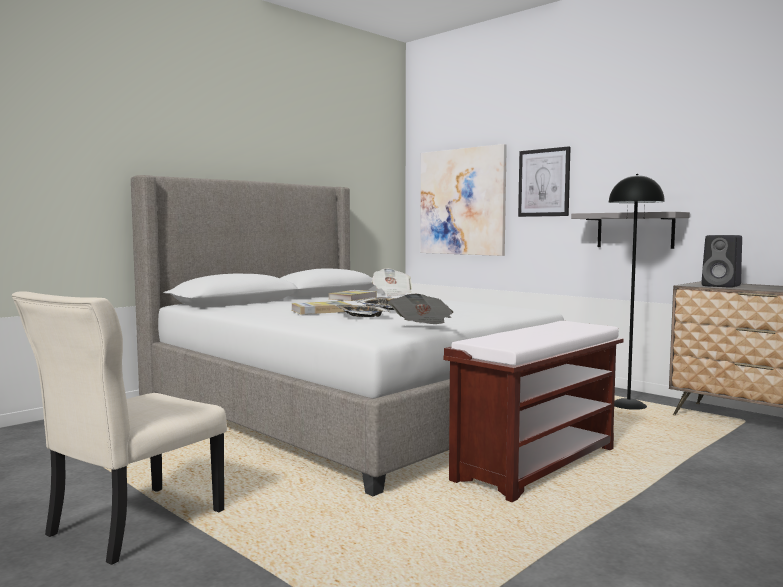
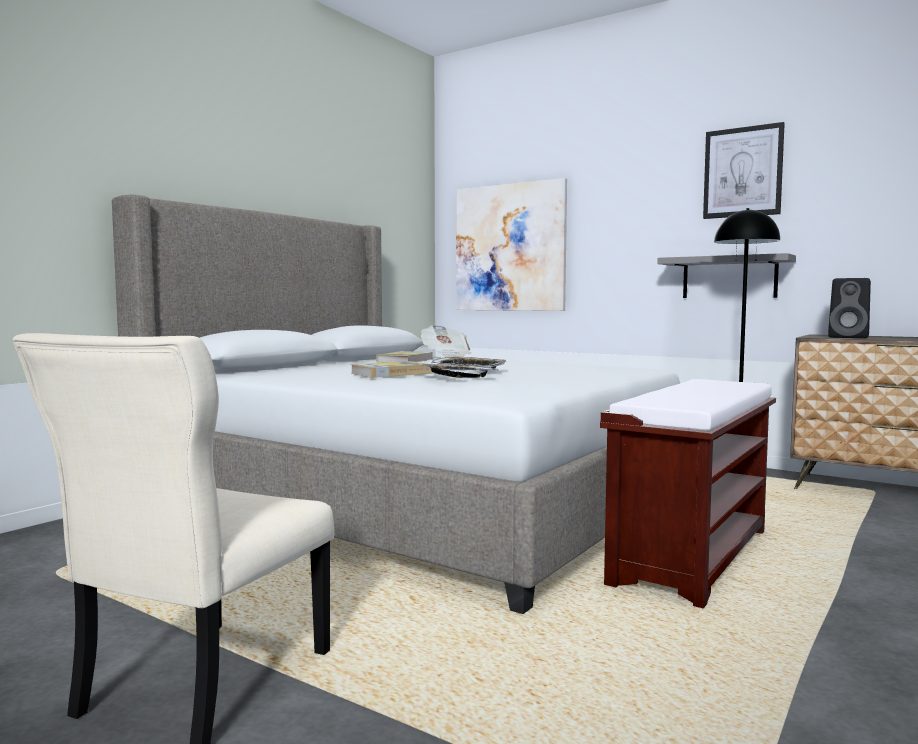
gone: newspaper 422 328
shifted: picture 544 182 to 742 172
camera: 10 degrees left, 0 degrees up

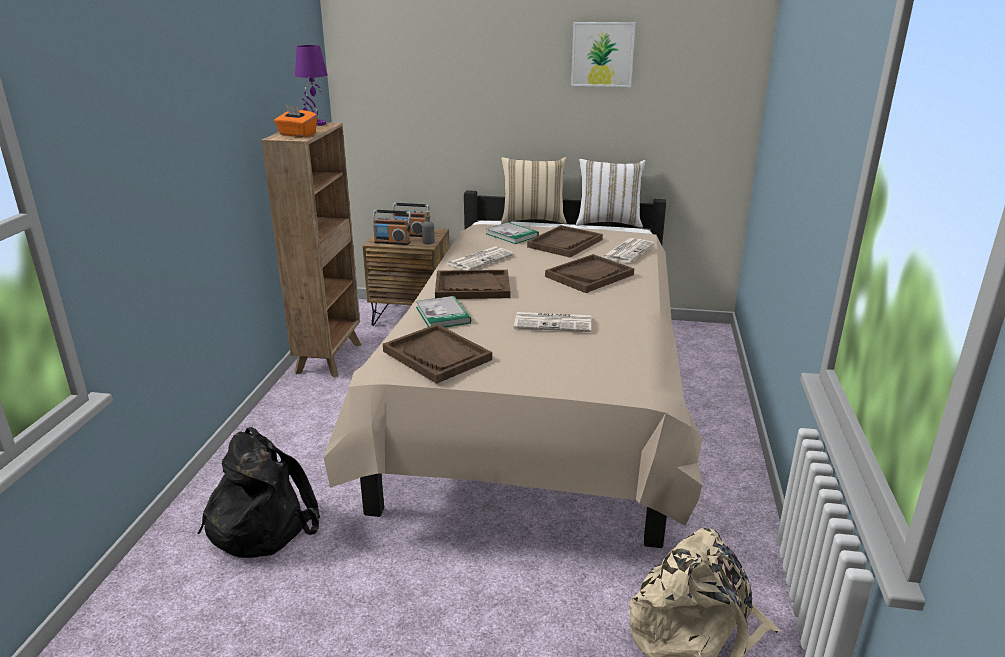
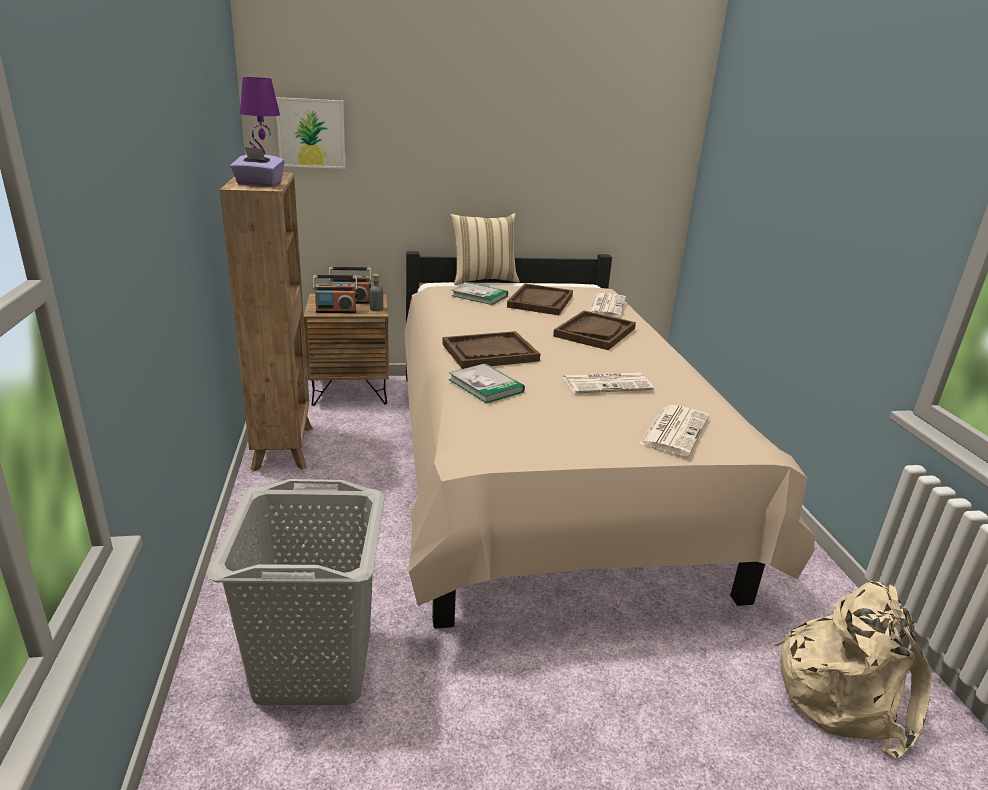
gone: tray (brown) 437 355; pillow (white) 608 223
shifted: picture 602 54 to 311 133; newspaper 480 259 to 674 430
swapped: backpack (black) 261 523 to laundry basket (grey) 315 664
repainted: tissue box (orange) 297 135 to tissue box (purple) 259 184
camera: 20 degrees left, 0 degrees up

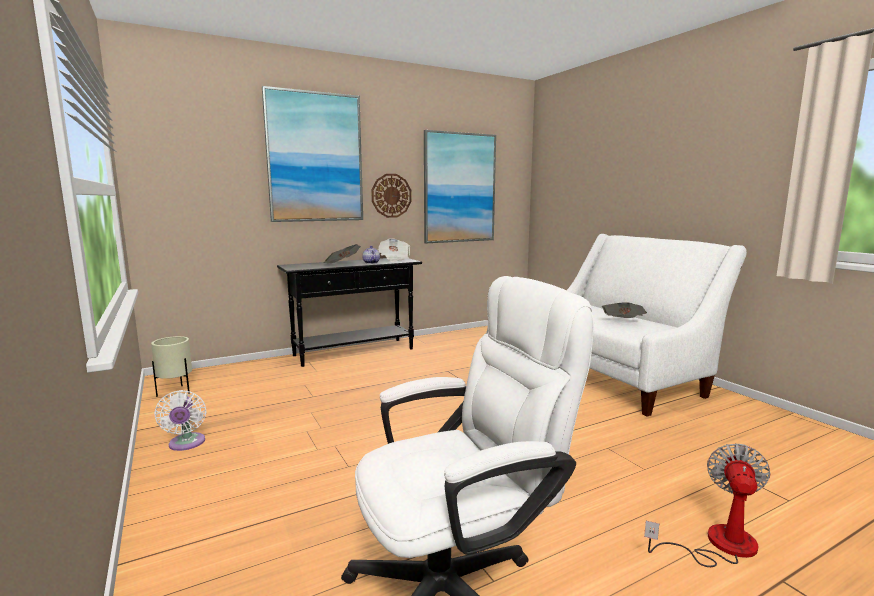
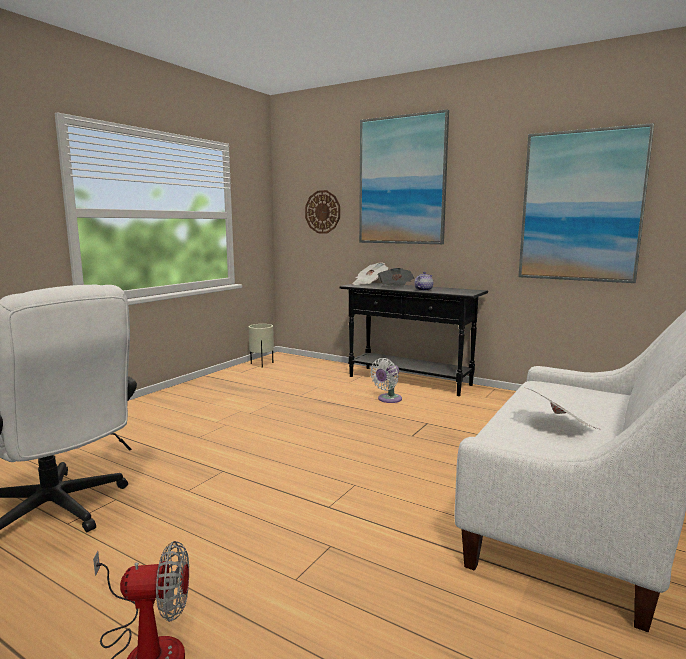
shifted: wall clock 391 195 to 322 212; newspaper 394 259 to 369 283; fan (white) 186 444 to 388 399
camera: 60 degrees right, 0 degrees up

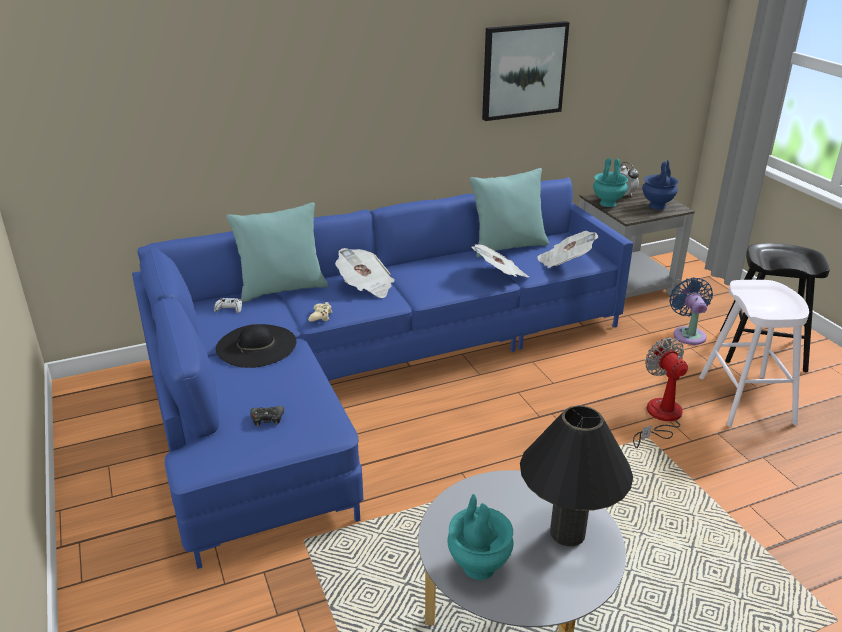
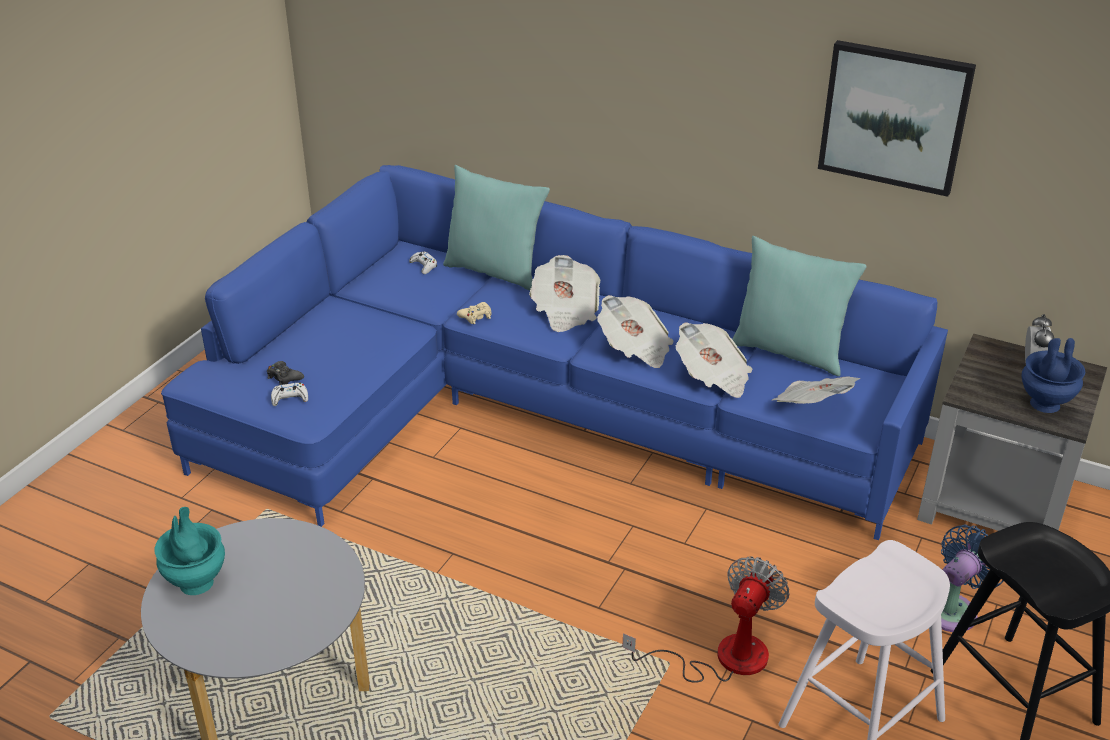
gone: hat (black) 256 345; table lamp (black) 567 533; vase (turquoise) 607 203
new: game controller (white) 289 398; newspaper 635 348
camera: 50 degrees right, 5 degrees up

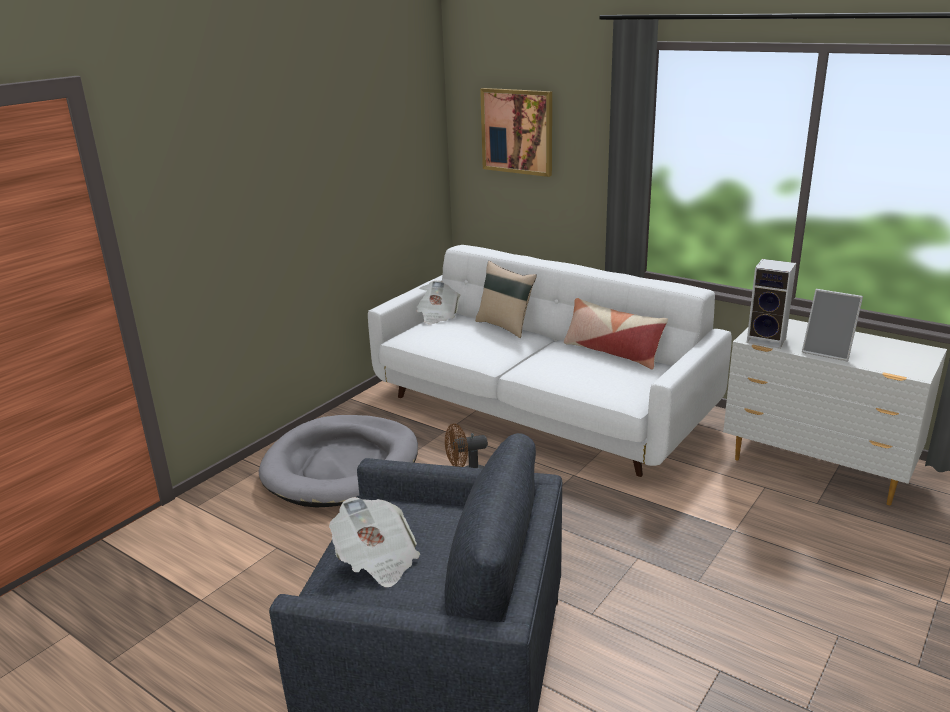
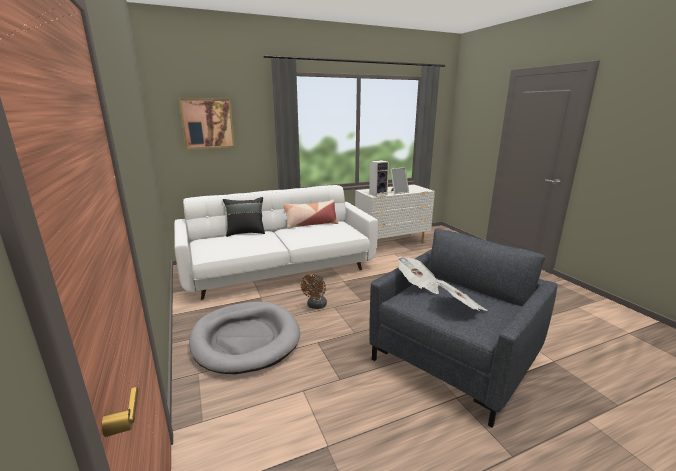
shifted: newspaper 437 315 to 418 285
repainted: pillow (beige) 505 326 to pillow (black) 246 233
camera: 60 degrees left, 5 degrees down

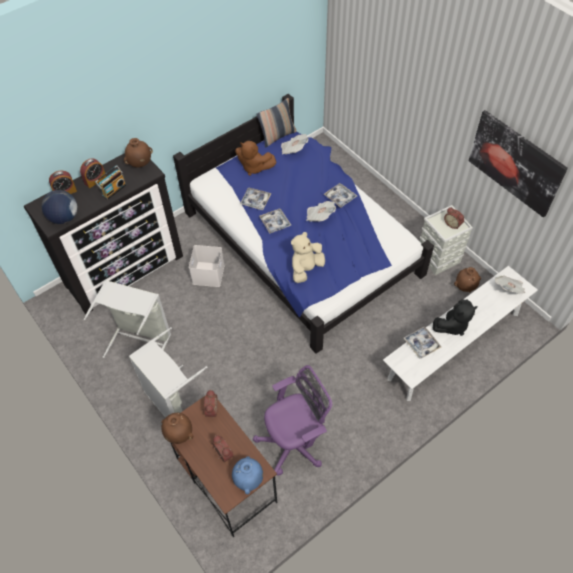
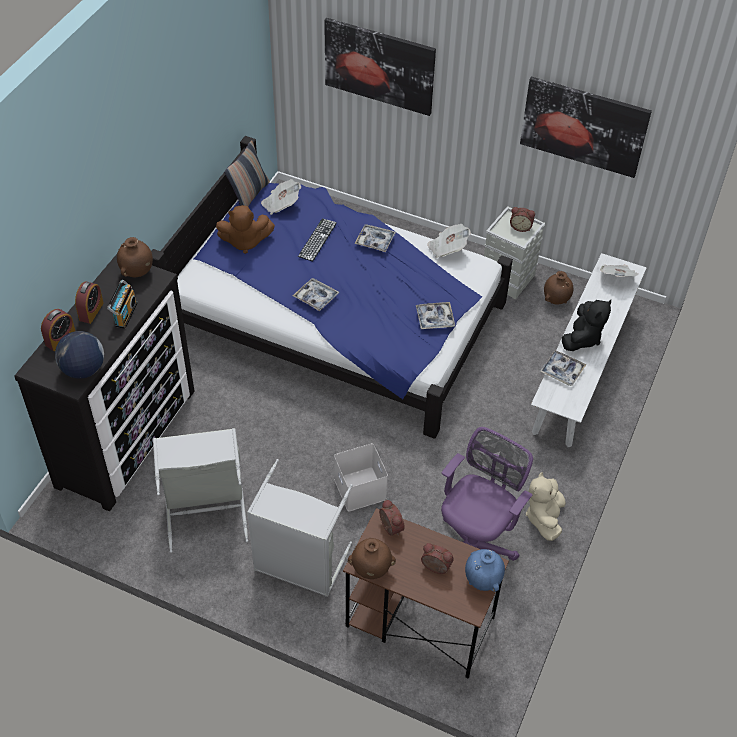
new: keyboard 317 239; picture 379 66
shifted: storage box (white) 208 273 to 359 488; tray 255 201 to 434 319; newspaper 319 216 to 447 248; plush toy (beige) 306 269 to 544 518
camera: 30 degrees left, 5 degrees down

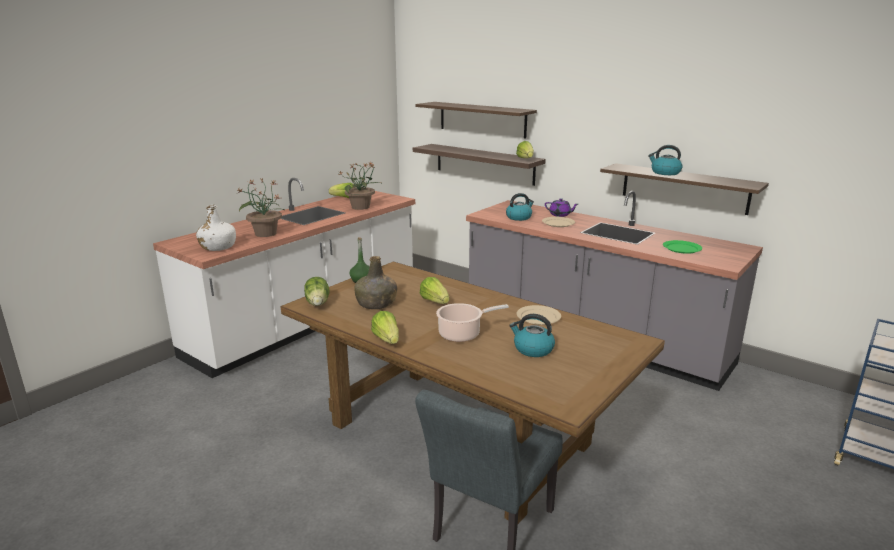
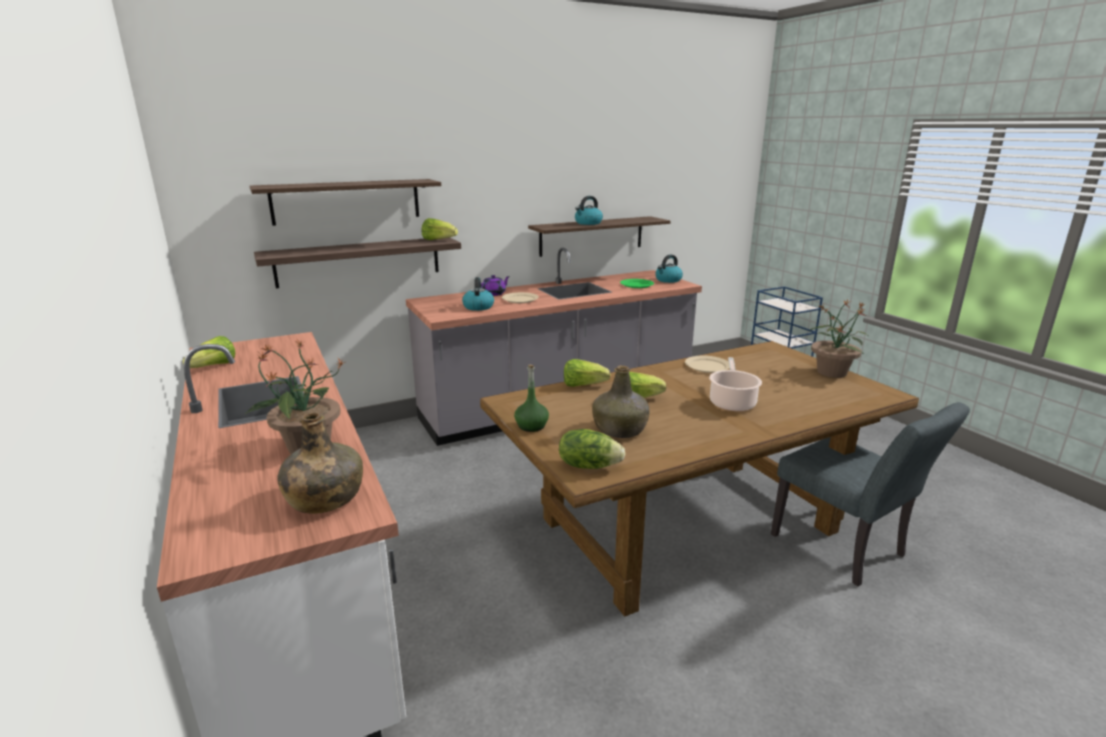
shifted: lettuce 387 339 to 583 385; kettle 532 349 to 668 280; potted plant 361 207 to 831 372
repainted: bottle (white) 218 247 to bottle (green) 324 498
camera: 65 degrees left, 0 degrees up

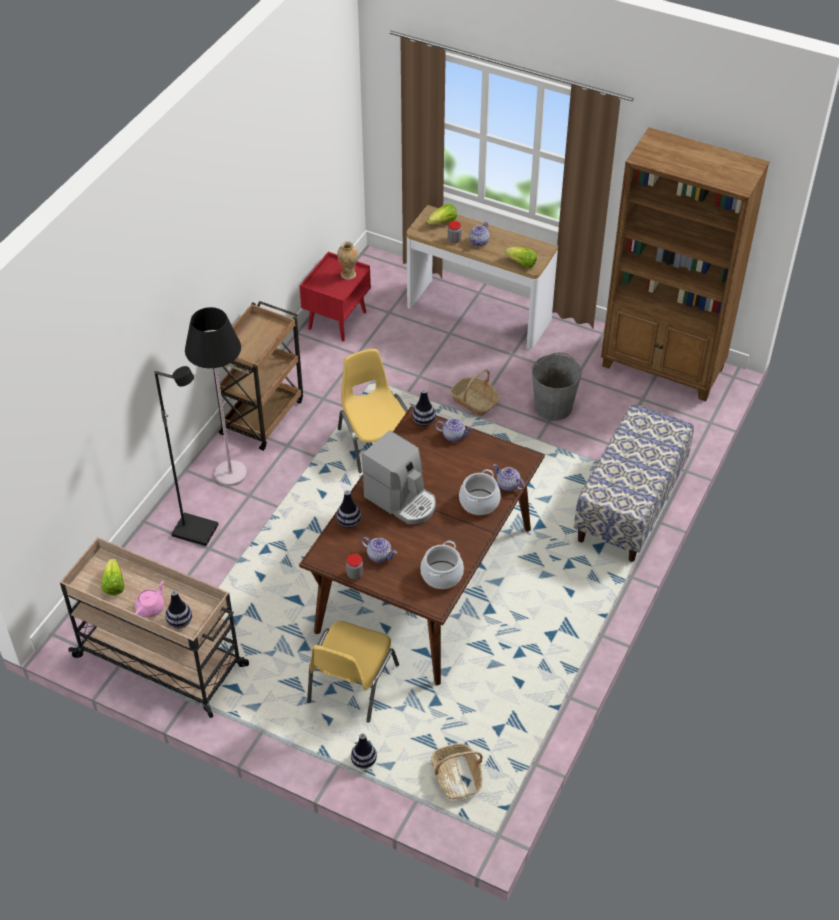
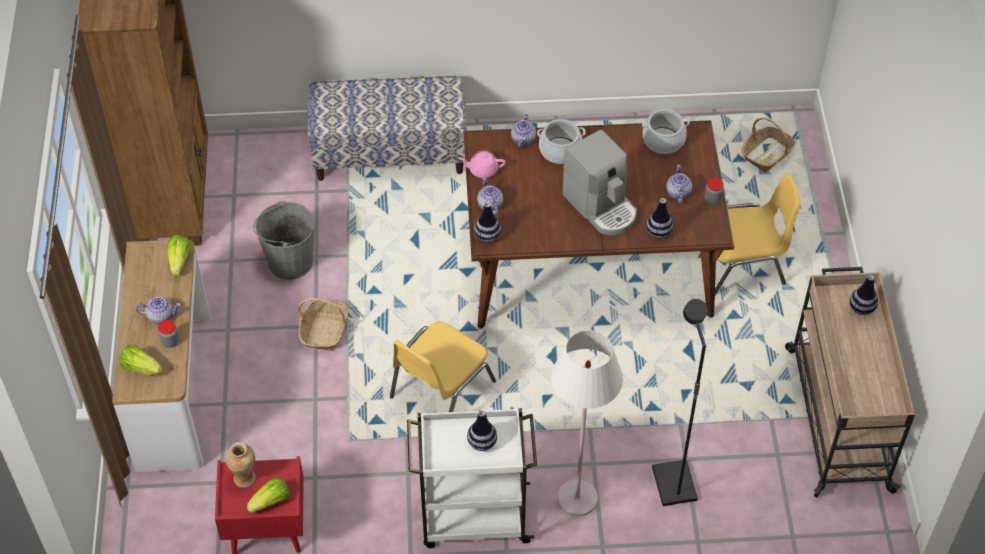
shifted: lettuce 114 584 to 271 502; teapot (pink) 151 607 to 482 170; vase 364 761 to 482 442
repainted: cart (brown) 263 415 to cart (white) 472 517; floor lamp (black) 230 473 to floor lamp (white) 577 498
rotated: coffee machine 402 500 = 601 206 135 degrees clockwise
camera: 120 degrees left, 5 degrees up

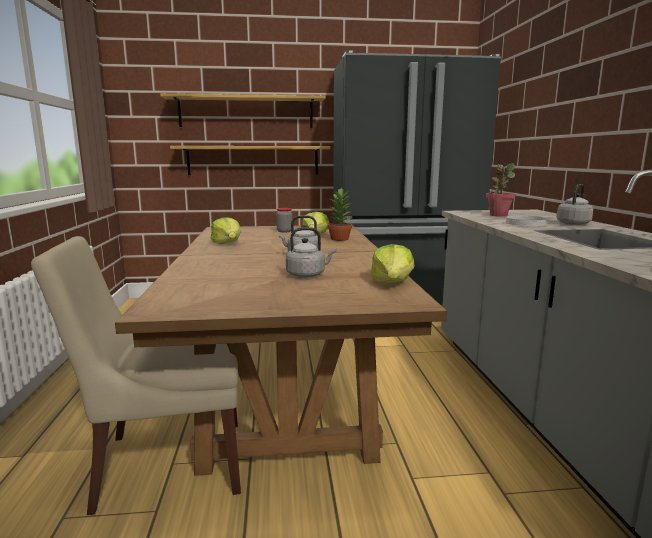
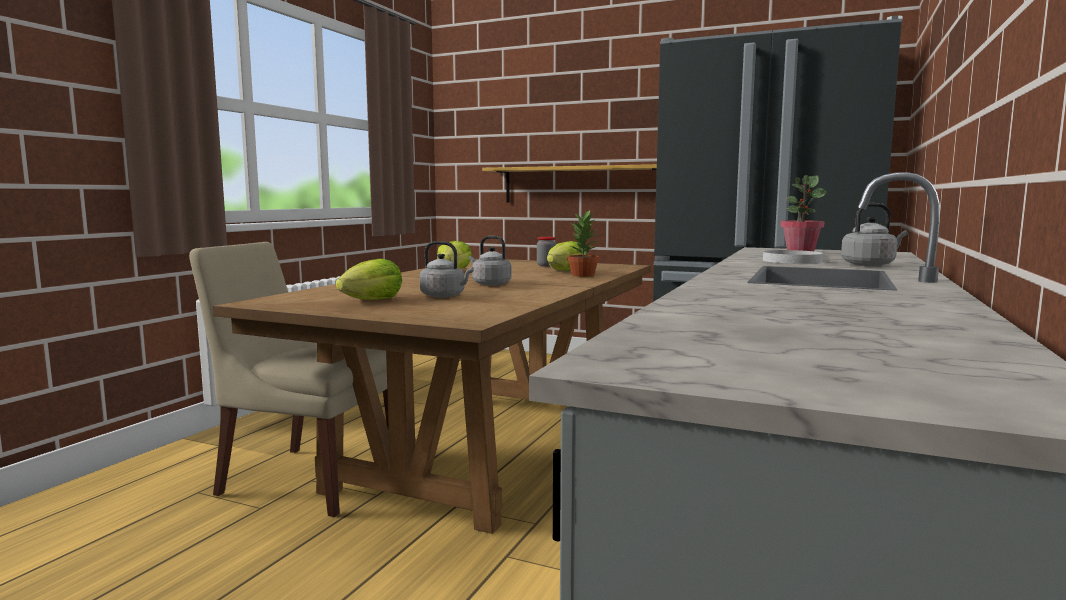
gone: shelf 246 112
shifted: lettuce 392 283 to 372 301
camera: 30 degrees right, 5 degrees down

